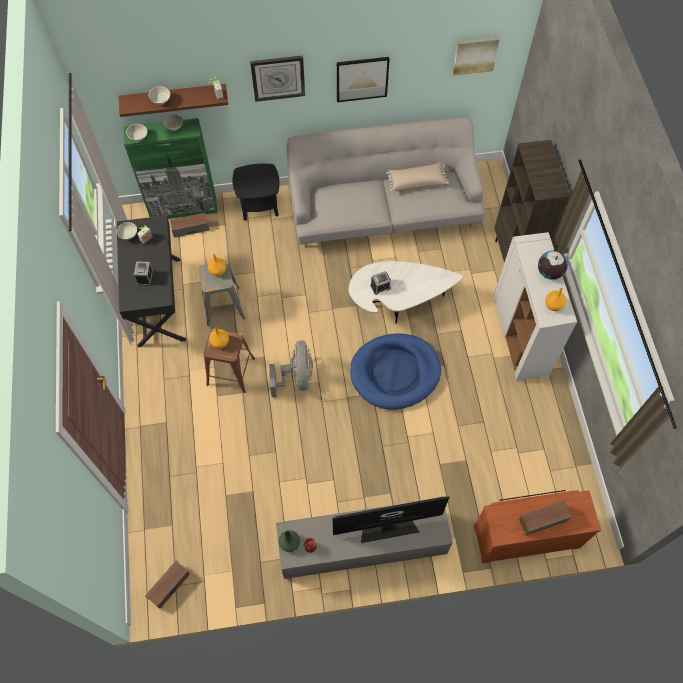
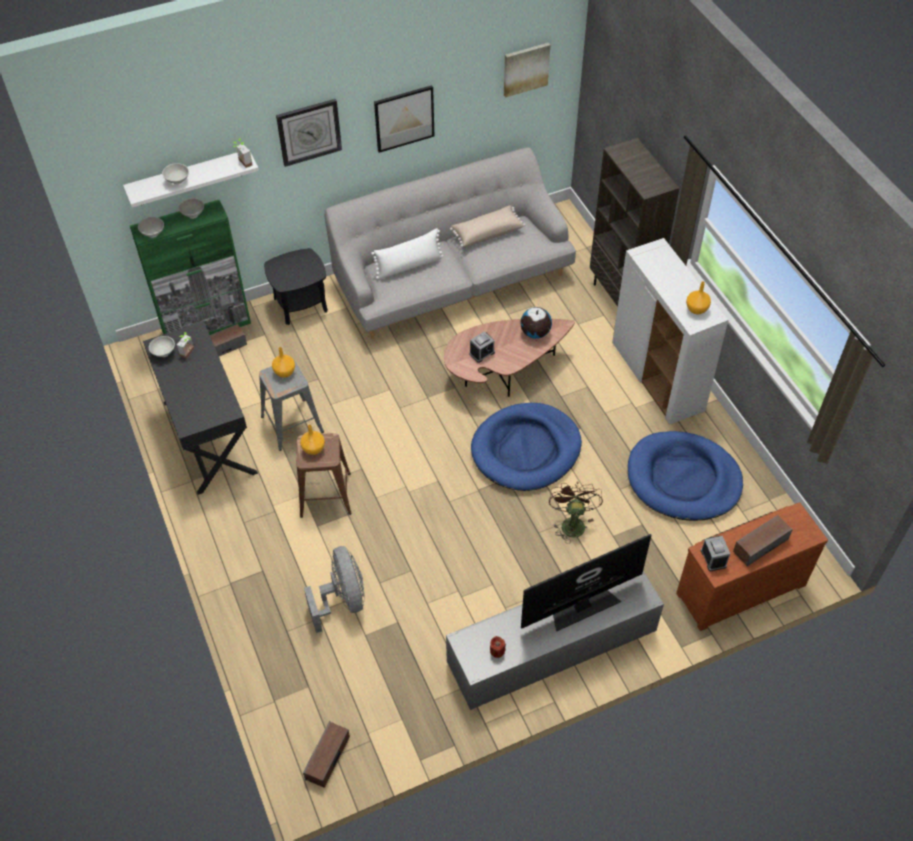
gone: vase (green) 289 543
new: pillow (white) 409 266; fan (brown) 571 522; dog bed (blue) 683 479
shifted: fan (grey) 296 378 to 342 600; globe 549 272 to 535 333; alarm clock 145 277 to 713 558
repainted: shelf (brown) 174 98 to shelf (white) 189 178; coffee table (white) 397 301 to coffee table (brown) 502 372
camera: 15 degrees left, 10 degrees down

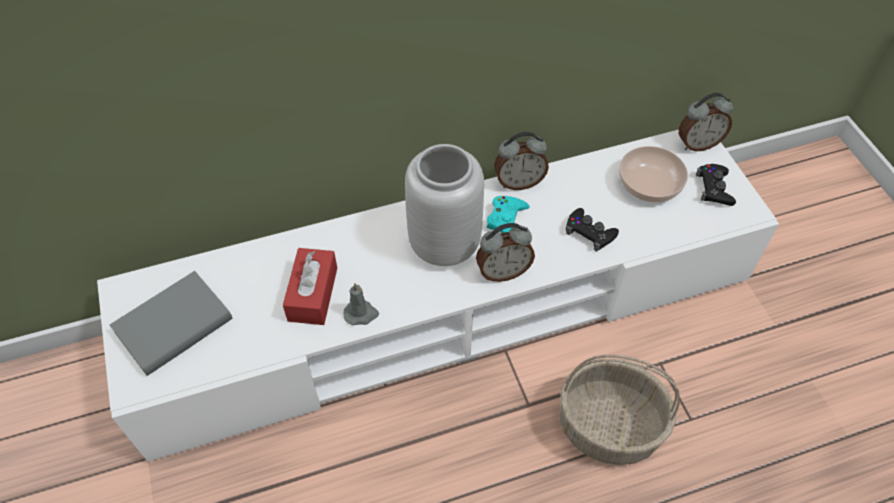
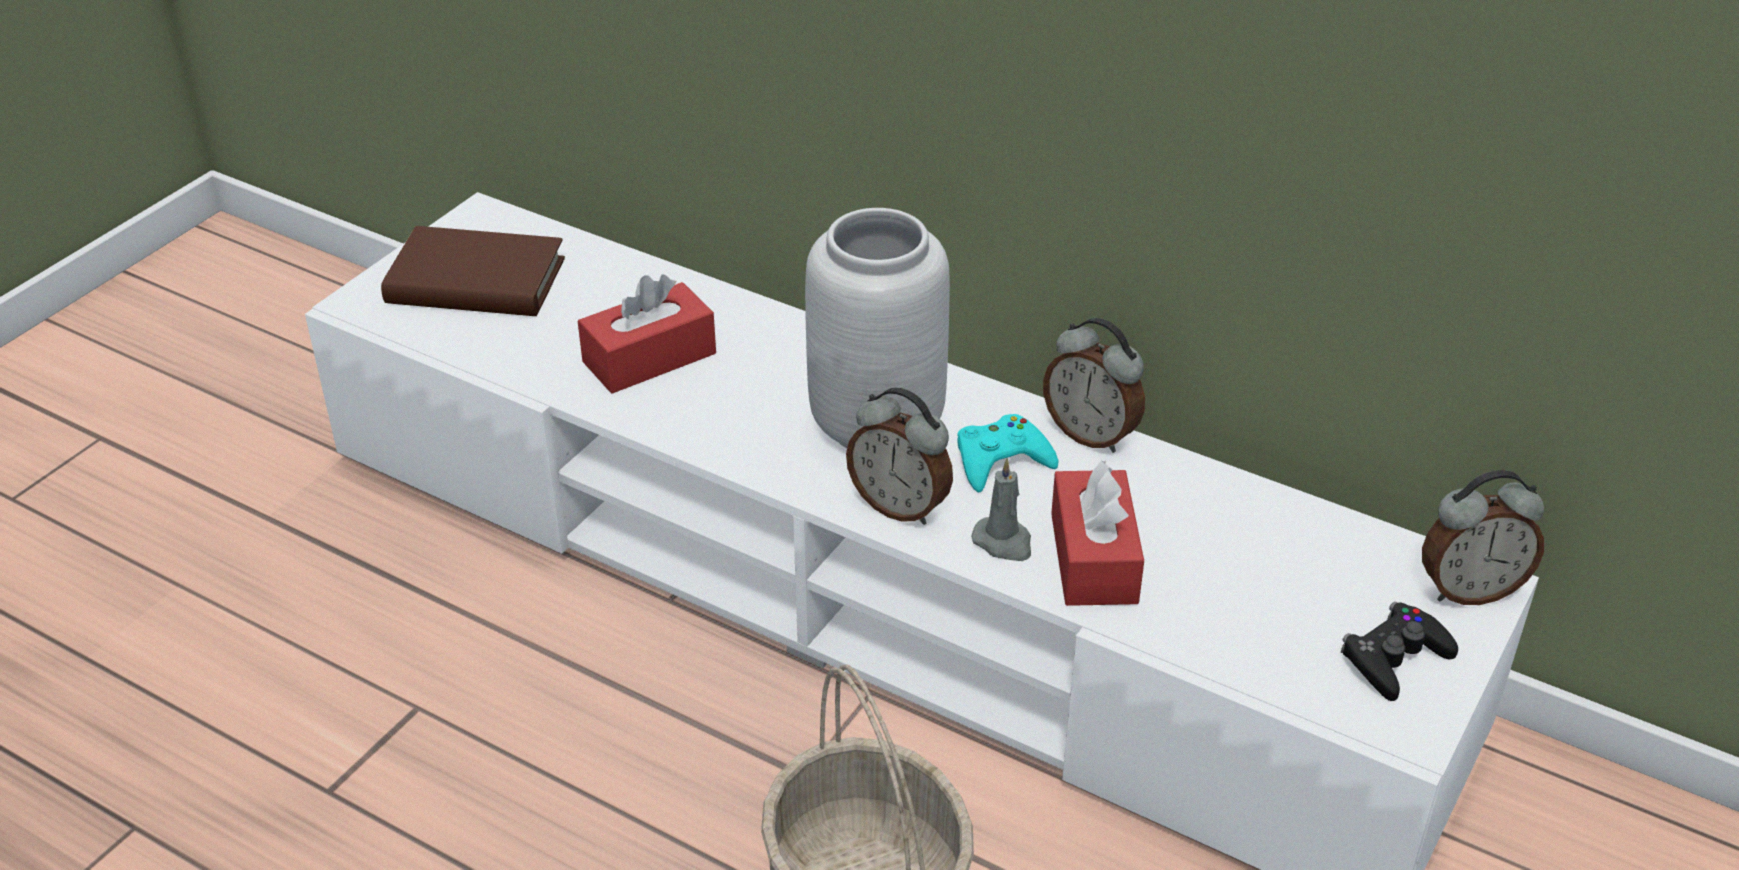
gone: bowl 648 184
shifted: candle (grey) 361 314 to 1004 542
swapped: game controller (black) 589 233 to tissue box (red) 1093 558
repainted: book (grey) 174 326 to book (brown) 475 282
rotated: alarm clock 697 144 = 1469 590 45 degrees counterclockwise
camera: 50 degrees right, 15 degrees down

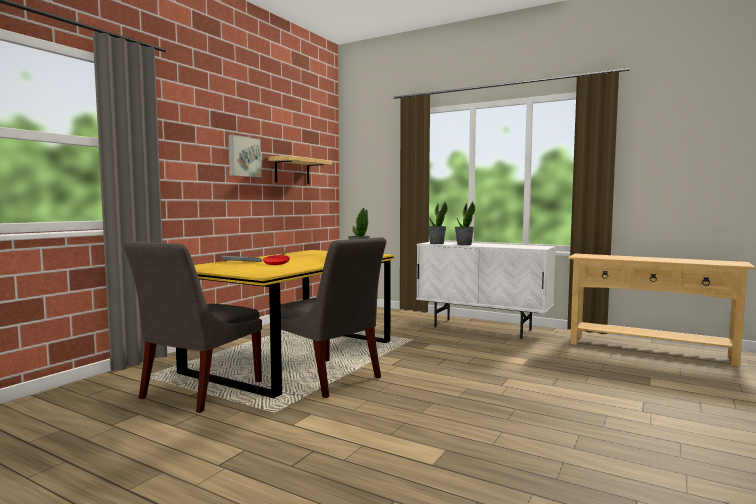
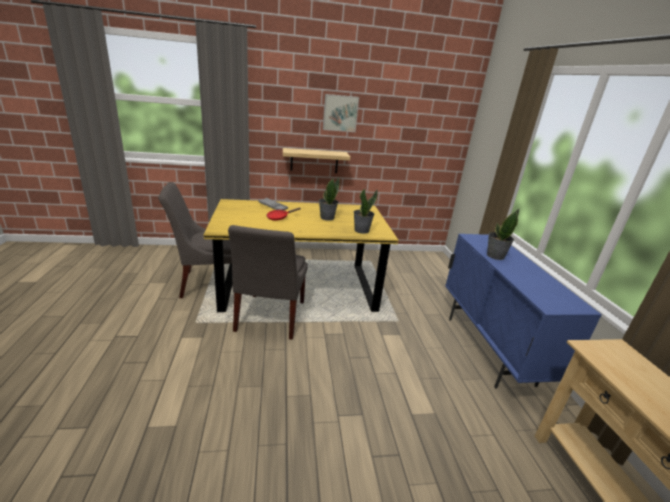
shifted: shelf 292 171 to 314 160; potted plant 436 243 to 327 218
repainted: cabinet (white) 482 328 to cabinet (blue) 488 350
camera: 50 degrees right, 20 degrees up

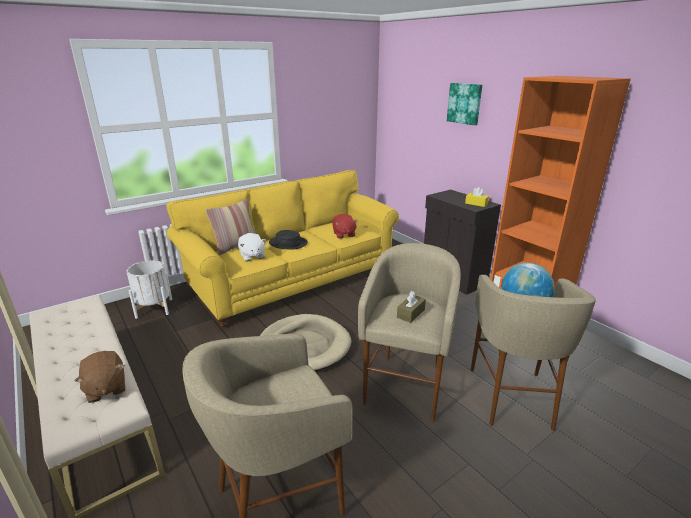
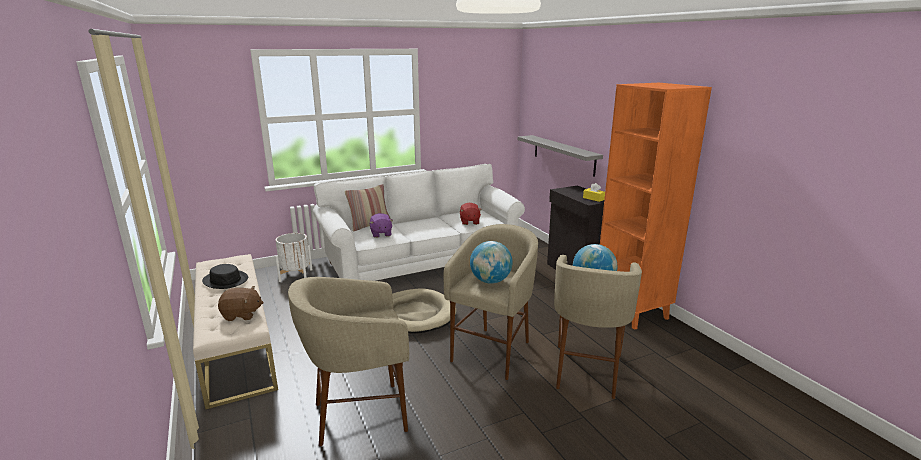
gone: picture 465 103
new: shelf (grey) 563 154
shifted: hat (black) 288 243 to 225 280
swapped: tissue box (brown) 410 313 to globe 490 281
repainted: sofa (yellow) 292 280 to sofa (white) 421 263; plush toy (white) 252 256 to plush toy (purple) 381 234
rotated: plush toy (brown) 105 388 = 242 315 75 degrees counterclockwise
camera: 10 degrees right, 5 degrees down

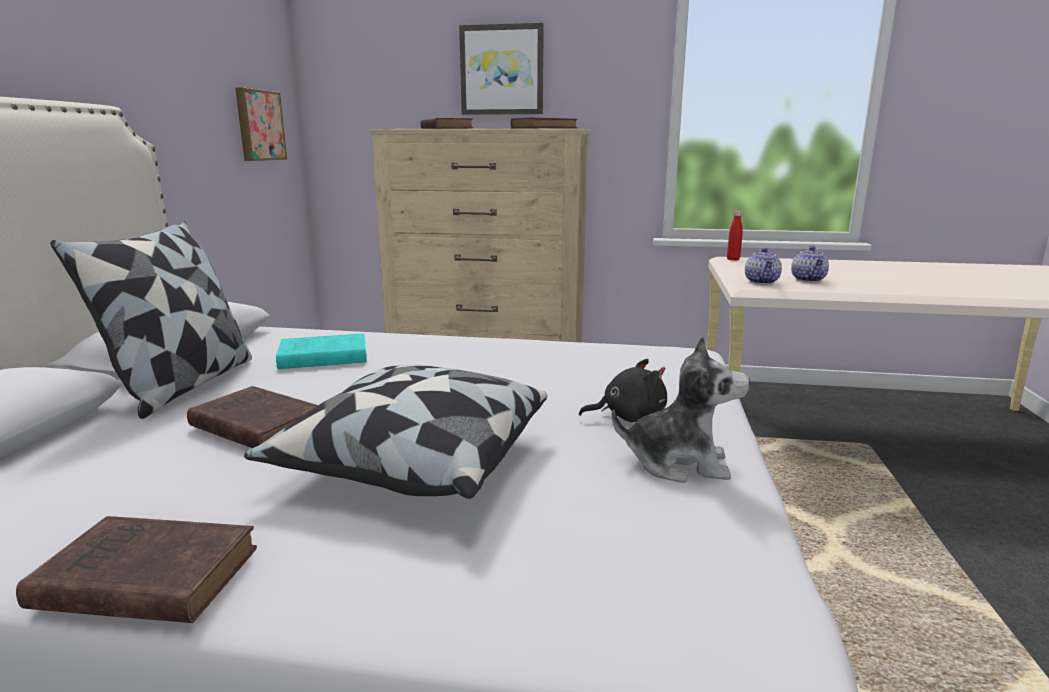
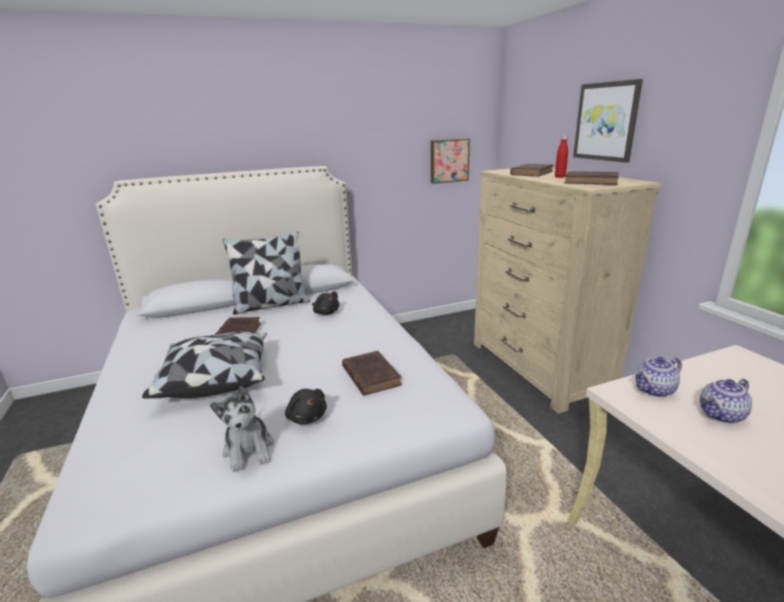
shifted: book (brown) 142 577 to 370 375; bottle (red) 733 259 to 560 177
swapped: book (turquoise) 321 357 to plush toy (black) 326 312
camera: 60 degrees right, 5 degrees up

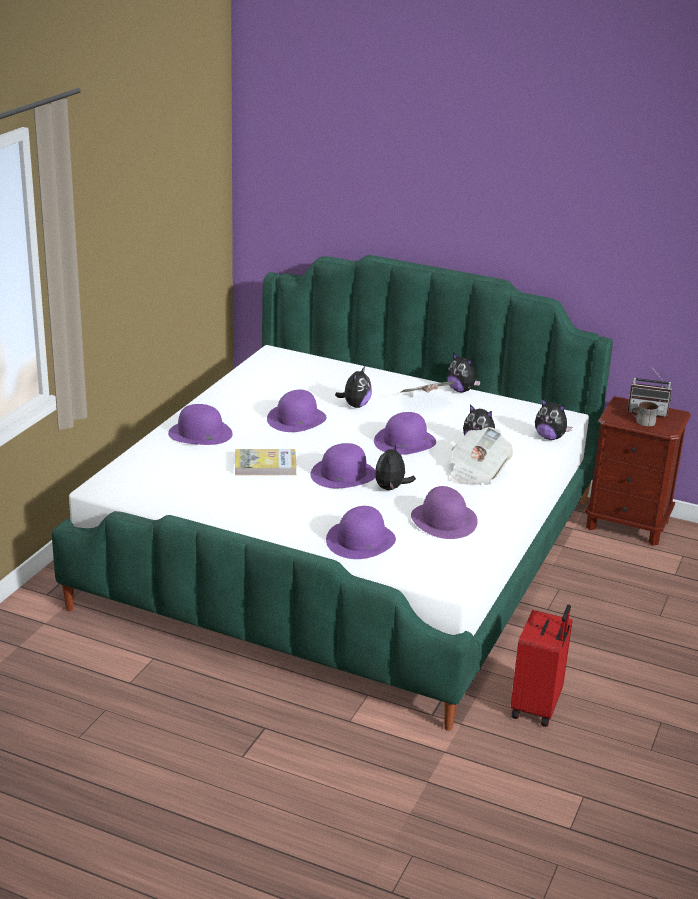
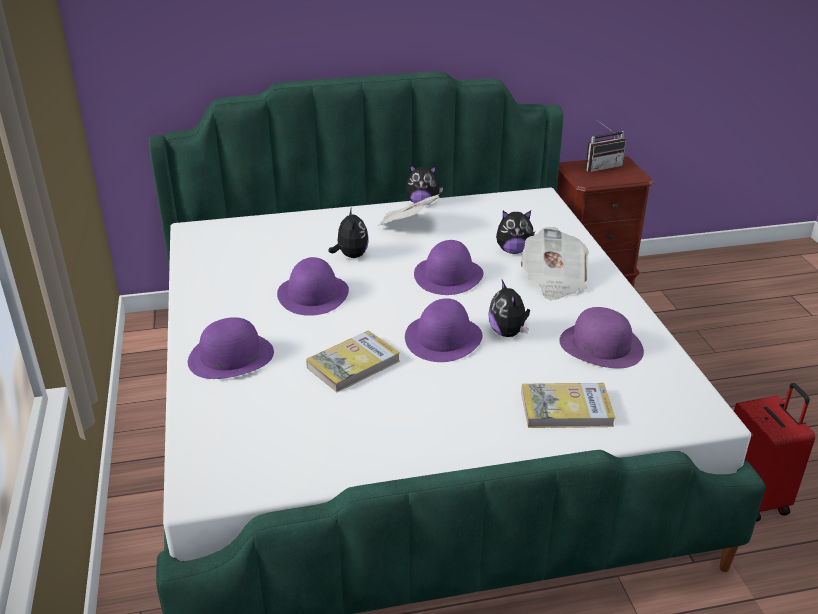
gone: plush toy 550 437; mug 642 422
swapped: hat (purple) 360 540 to book 566 409
camera: 35 degrees left, 5 degrees up

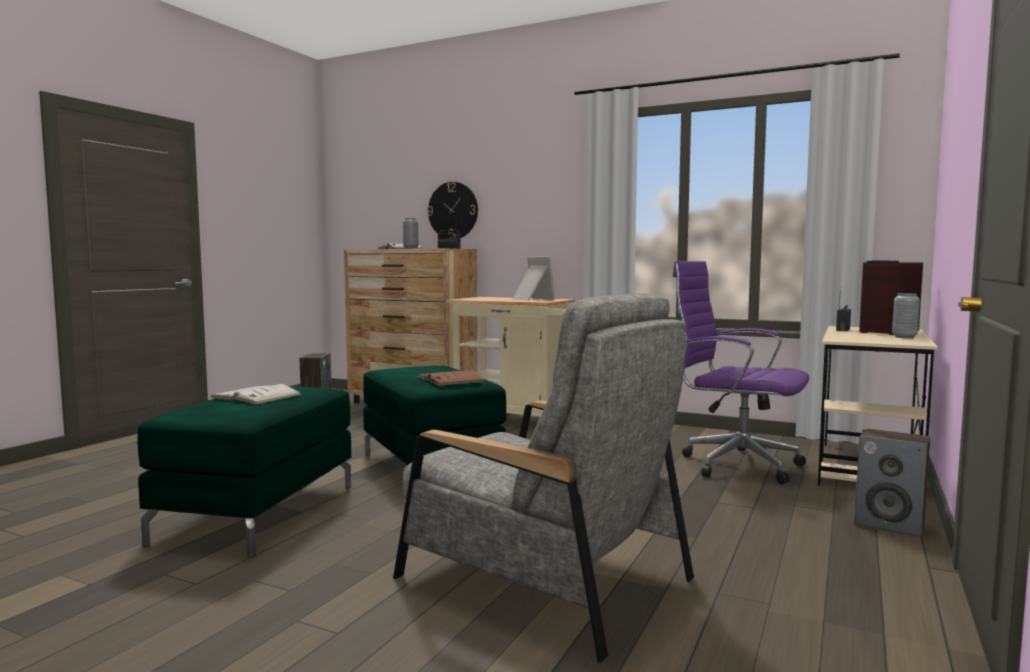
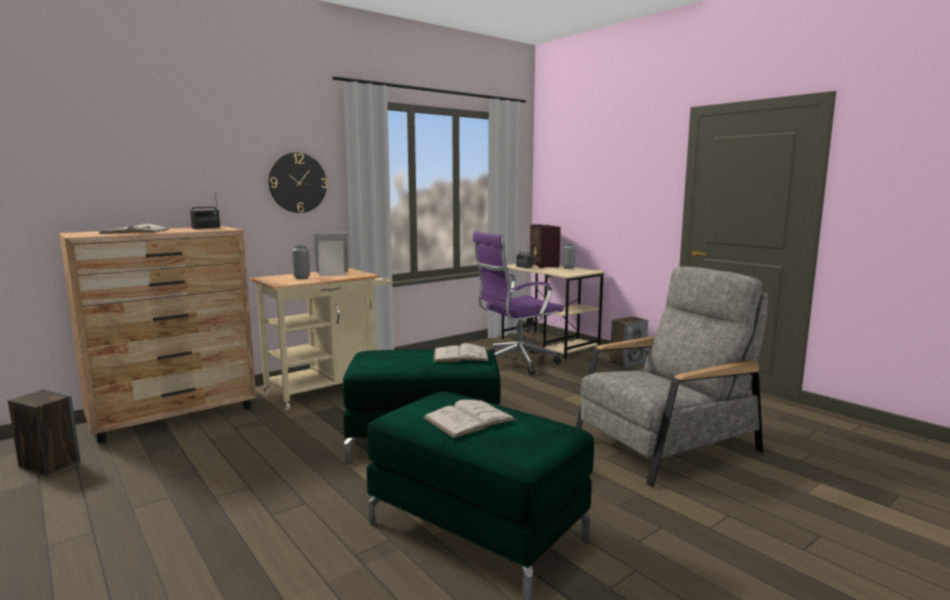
shifted: wall clock 453 210 to 297 183; vase (grey) 410 248 to 301 278
repainted: book (brown) 449 379 to book (white) 460 355
camera: 65 degrees left, 5 degrees up

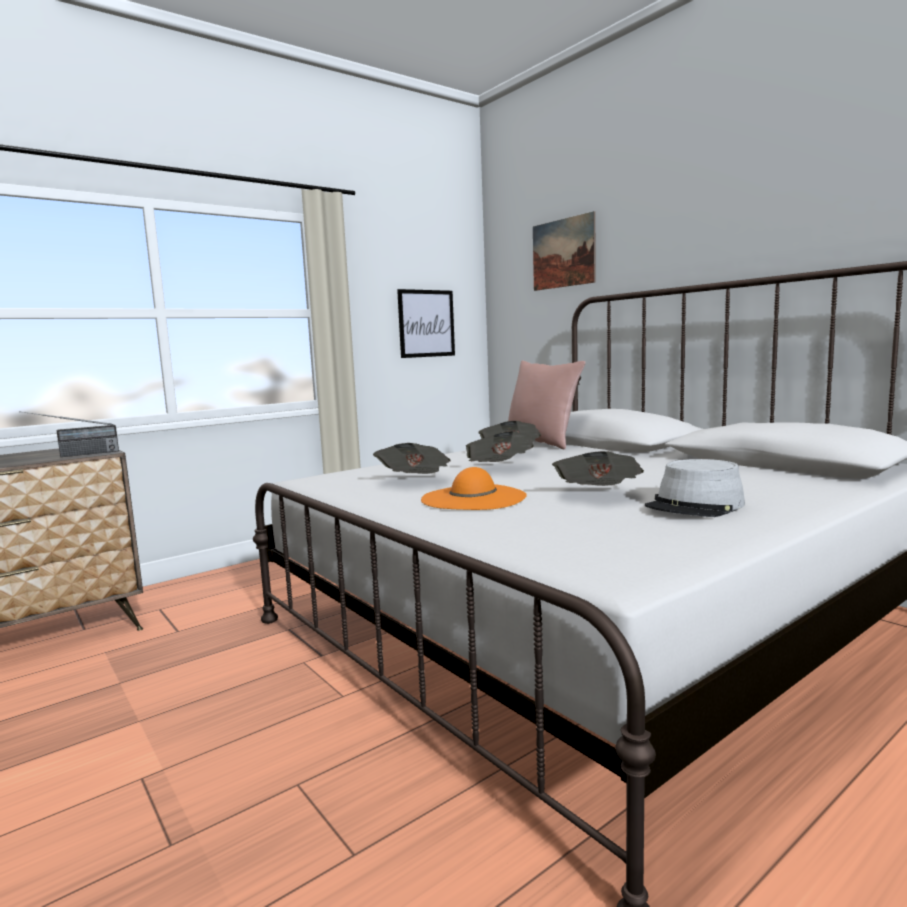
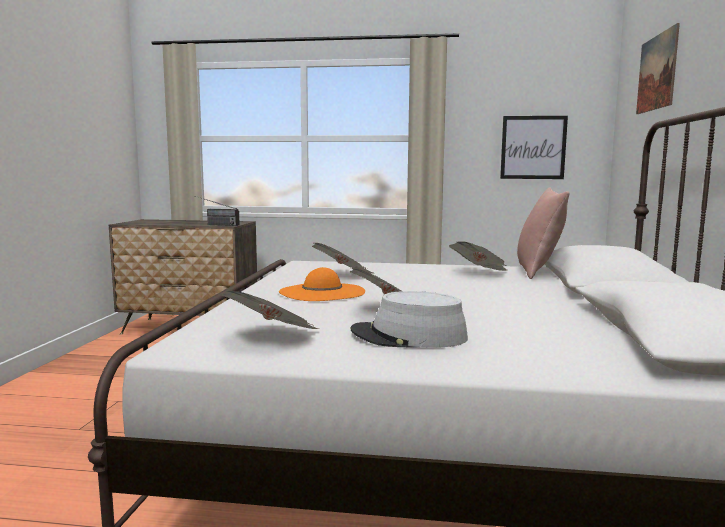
shifted: newspaper 499 467 to 273 337
camera: 45 degrees right, 0 degrees up

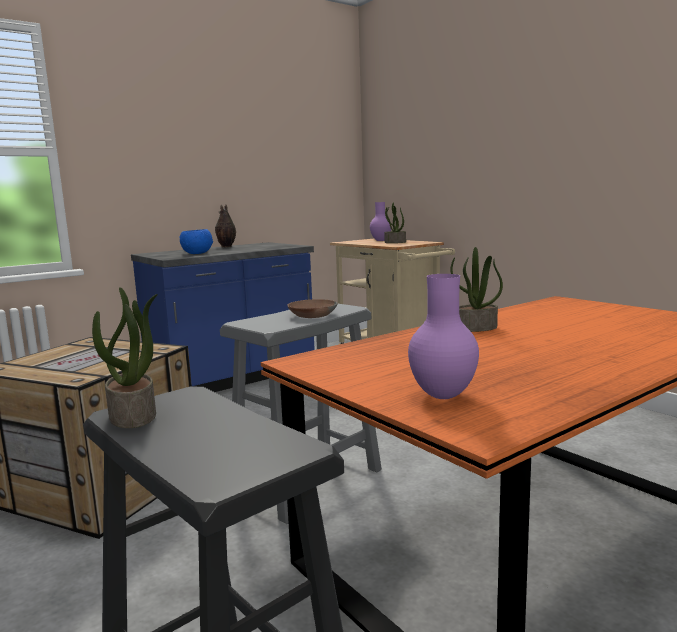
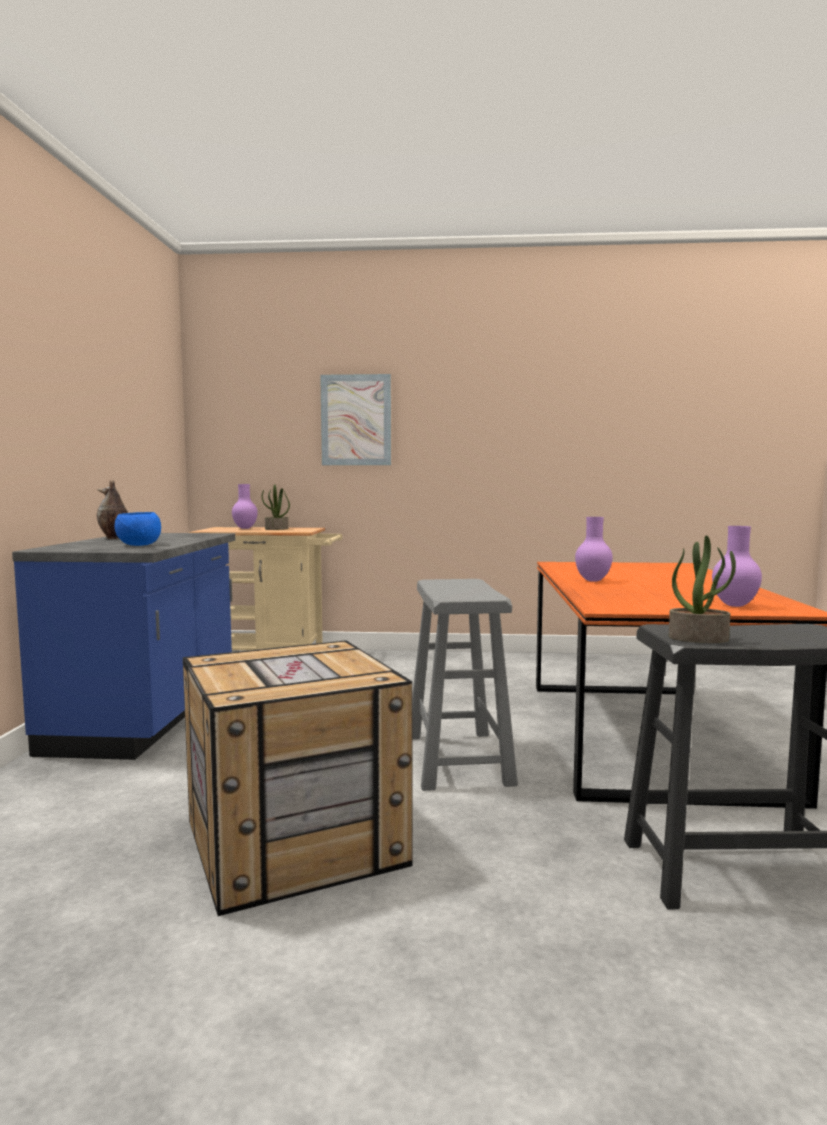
gone: bowl (brown) 311 315
new: picture 356 420
swapped: potted plant 476 328 to vase (purple) 593 581
camera: 50 degrees left, 5 degrees down

